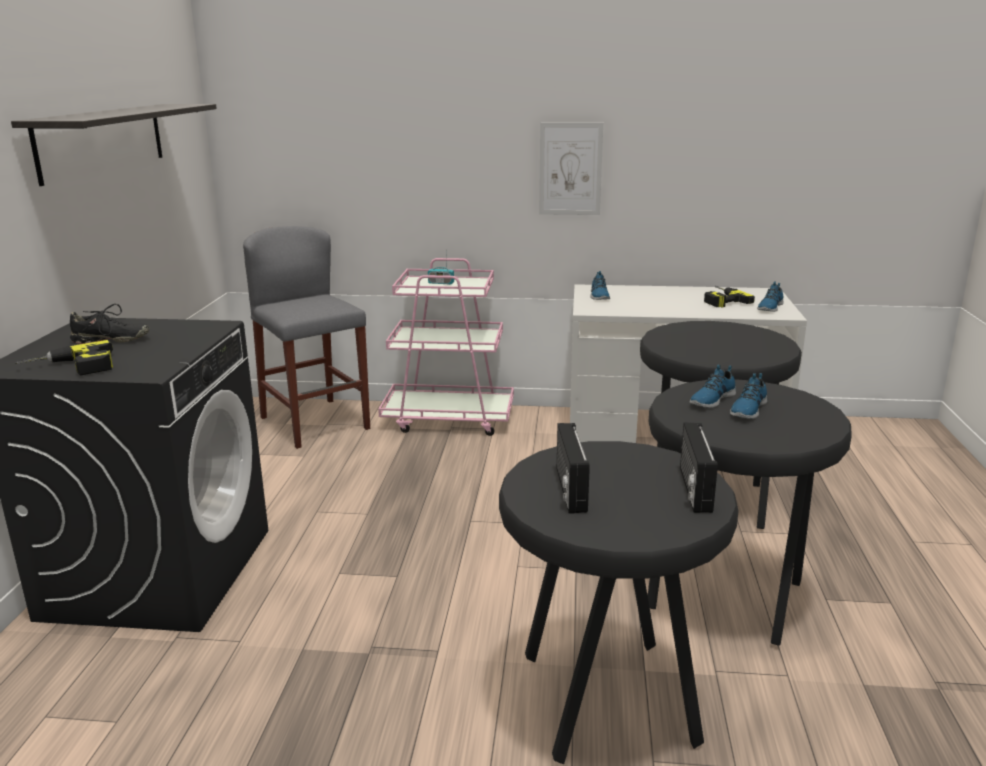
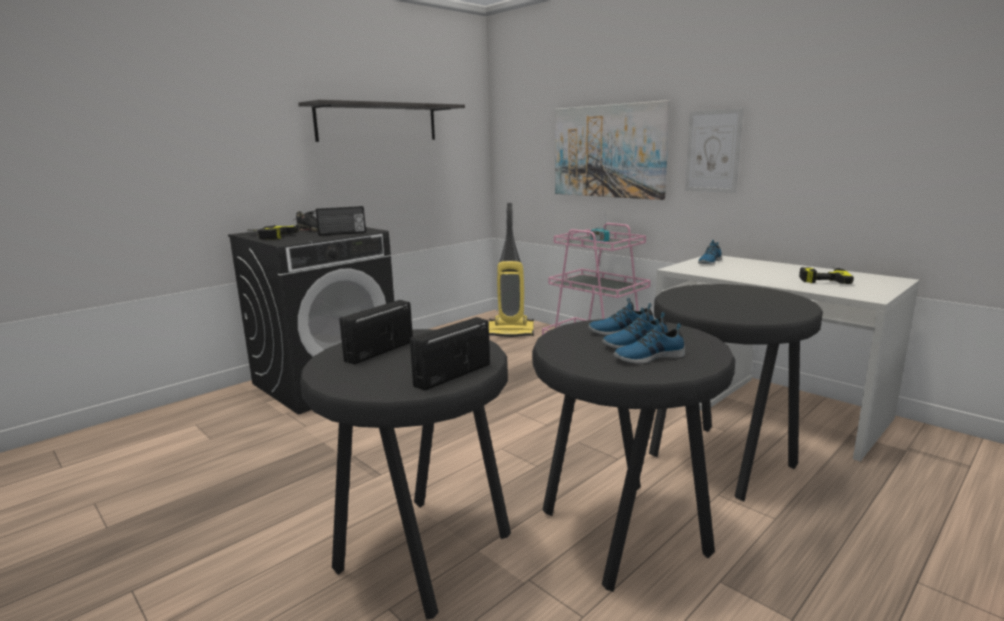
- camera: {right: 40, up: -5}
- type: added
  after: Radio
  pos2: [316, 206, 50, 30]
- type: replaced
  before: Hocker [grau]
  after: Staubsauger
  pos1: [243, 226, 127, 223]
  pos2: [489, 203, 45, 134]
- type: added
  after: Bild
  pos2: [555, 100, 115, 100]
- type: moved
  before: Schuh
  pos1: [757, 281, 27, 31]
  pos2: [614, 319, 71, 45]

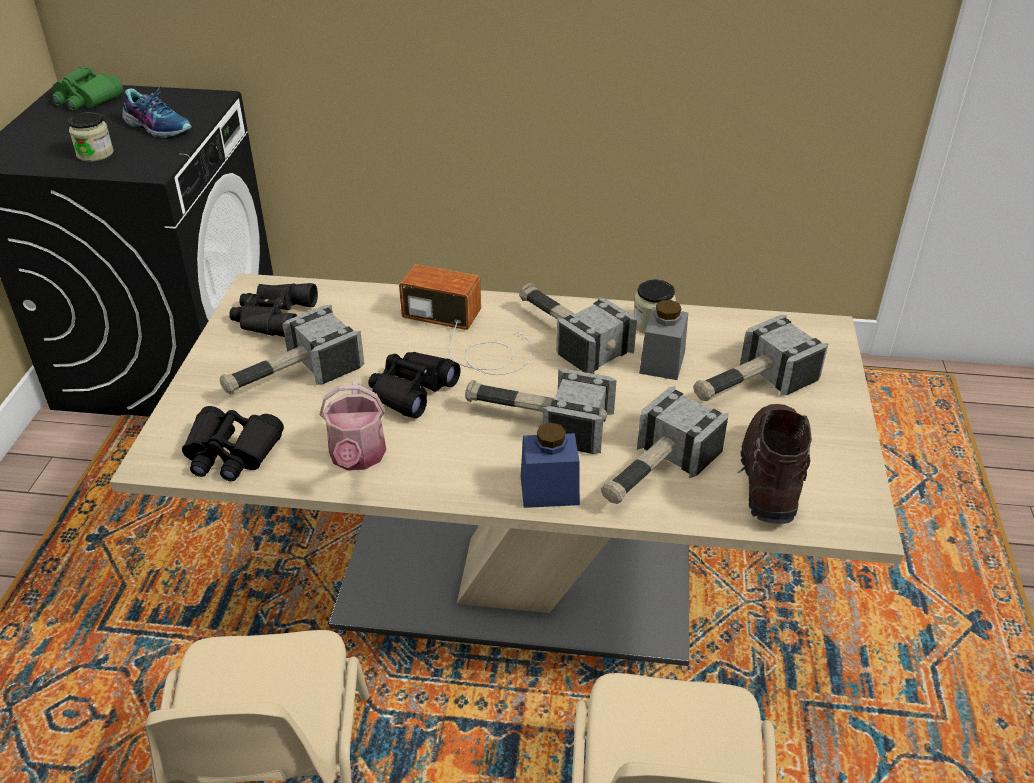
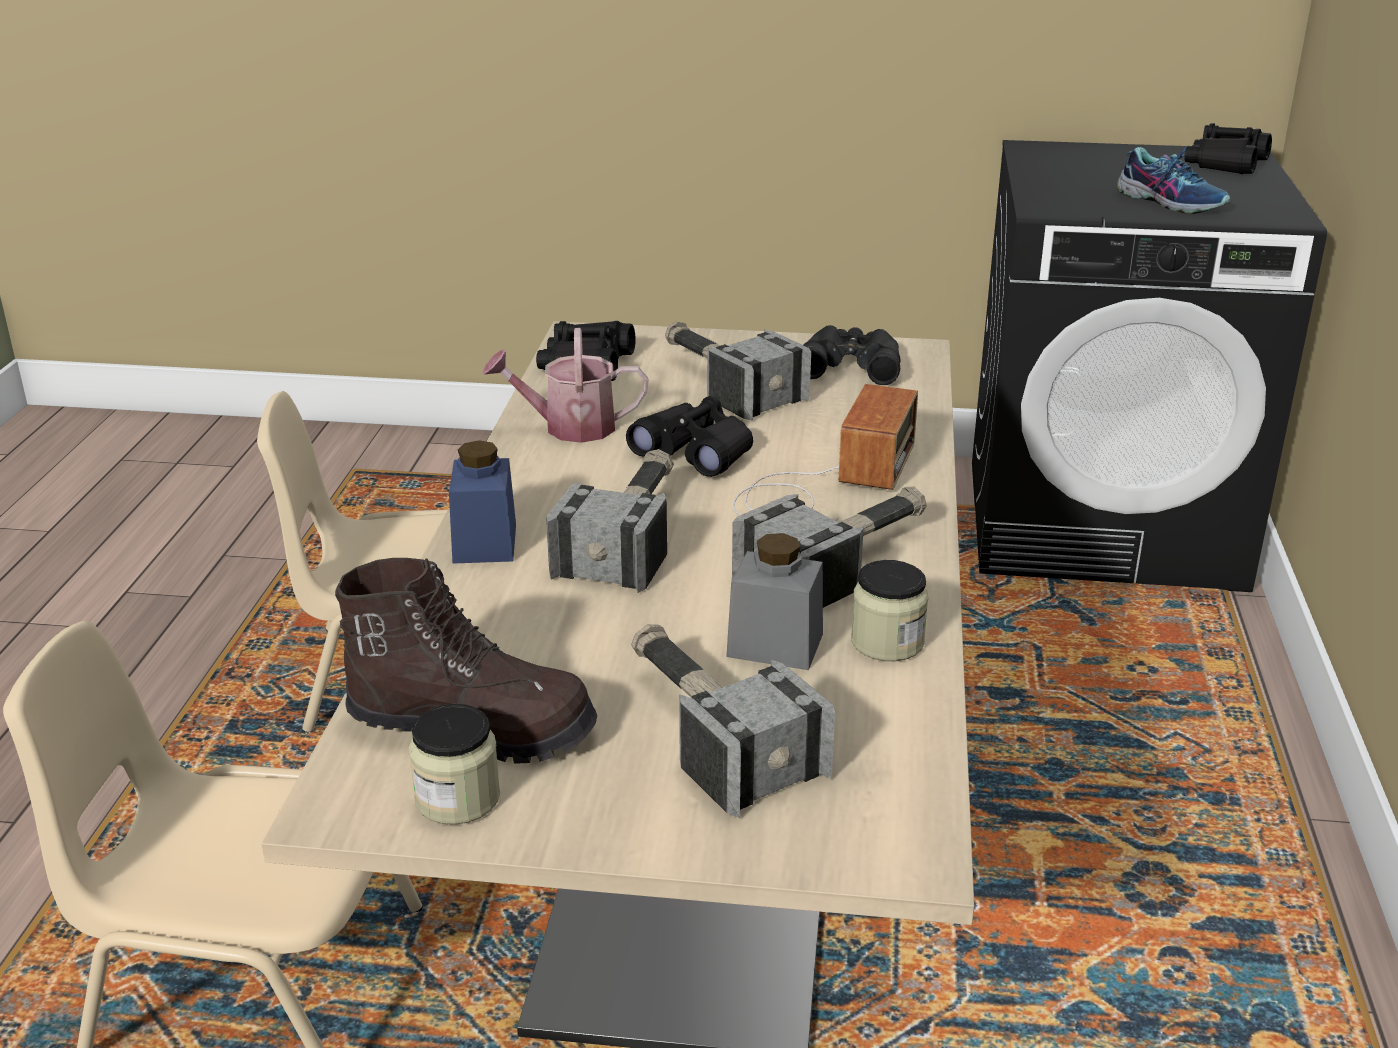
- camera: {right: 90, up: -10}
- type: moved
  before: Vorratsglas
  pos1: [68, 112, 46, 50]
  pos2: [409, 704, 91, 121]
- type: turned
  before: Schuh
  pos1: [123, 85, 69, 54]
  pos2: [1117, 146, 113, 68]
  turn: -75
- type: recoloured
  before: Fernglas [grün]
  after: Fernglas [schwarz]
  pos1: [51, 67, 73, 44]
  pos2: [1184, 123, 88, 51]
- type: removed
  before: Hammer
  pos1: [601, 386, 128, 118]

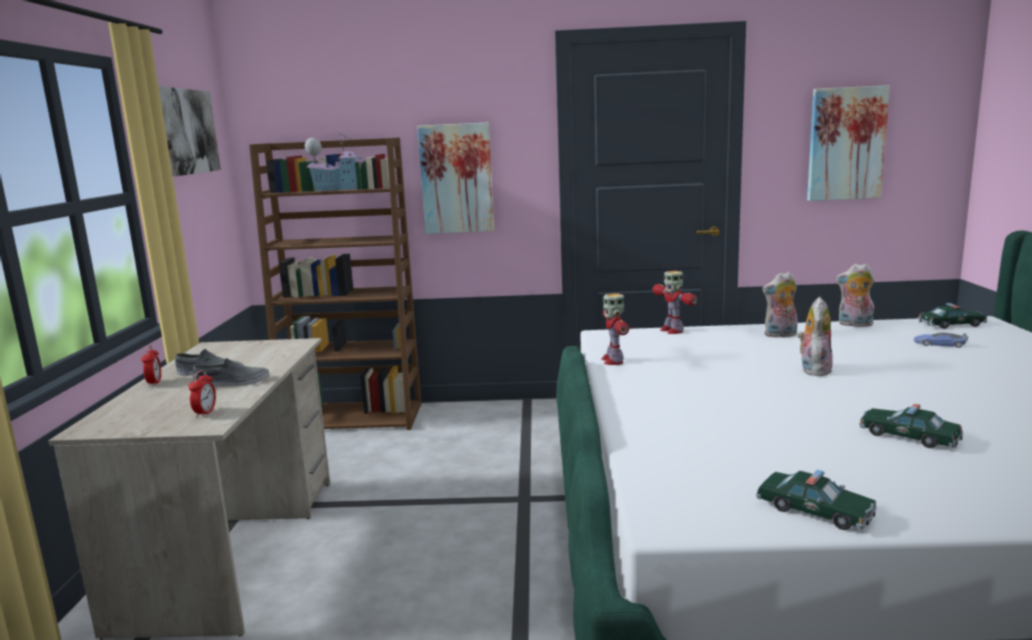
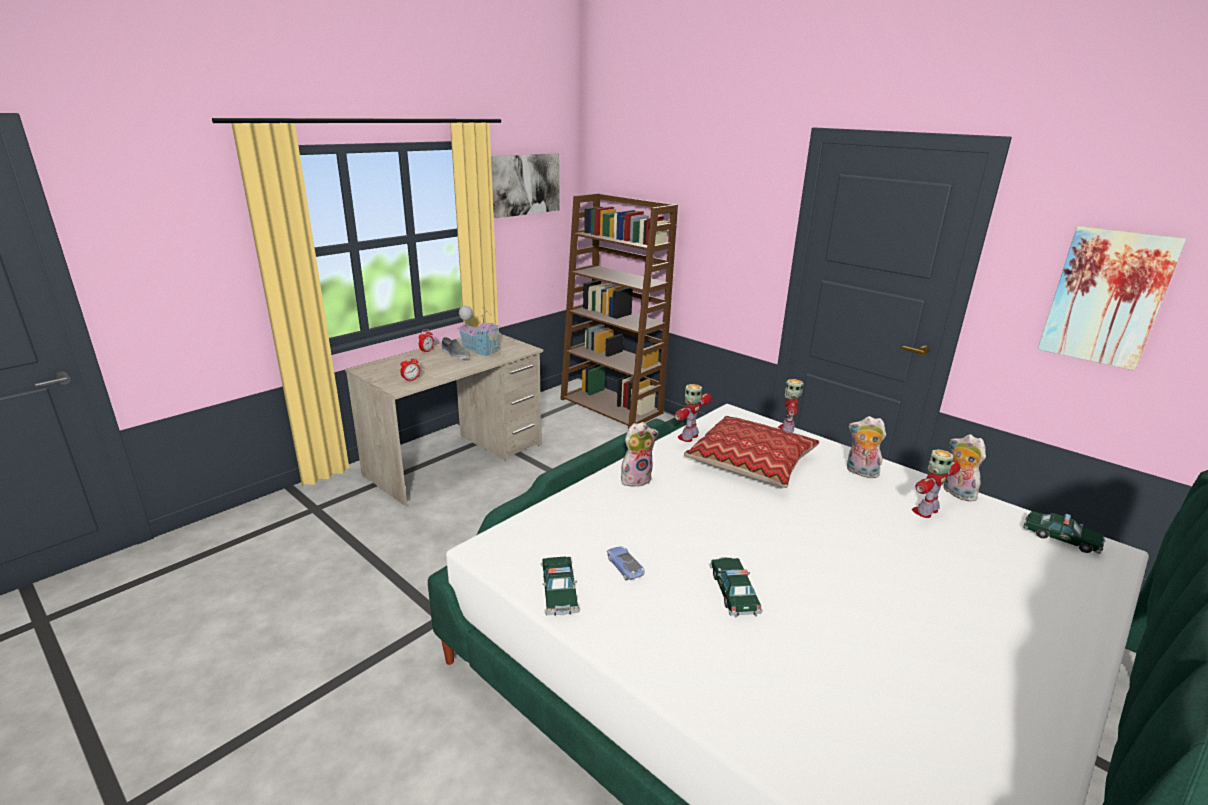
- camera: {right: 40, up: 10}
- type: moved
  before: Spielzeughaus
  pos1: [305, 133, 59, 58]
  pos2: [457, 305, 44, 51]
- type: moved
  before: Spielzeugauto
  pos1: [914, 332, 54, 16]
  pos2: [607, 546, 38, 34]
- type: moved
  before: Plüschtier
  pos1: [798, 297, 35, 79]
  pos2: [621, 422, 37, 65]
- type: added
  after: Kissen
  pos2: [684, 416, 136, 72]
- type: added
  after: Spielzeugroboter
  pos2: [912, 449, 49, 69]
- type: removed
  before: Schuh [grau]
  pos1: [193, 358, 77, 29]
- type: removed
  before: Bild
  pos1: [417, 122, 77, 112]

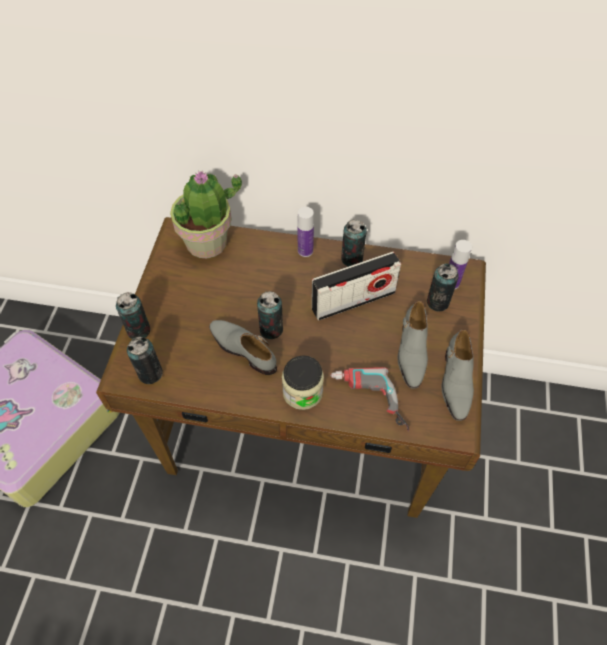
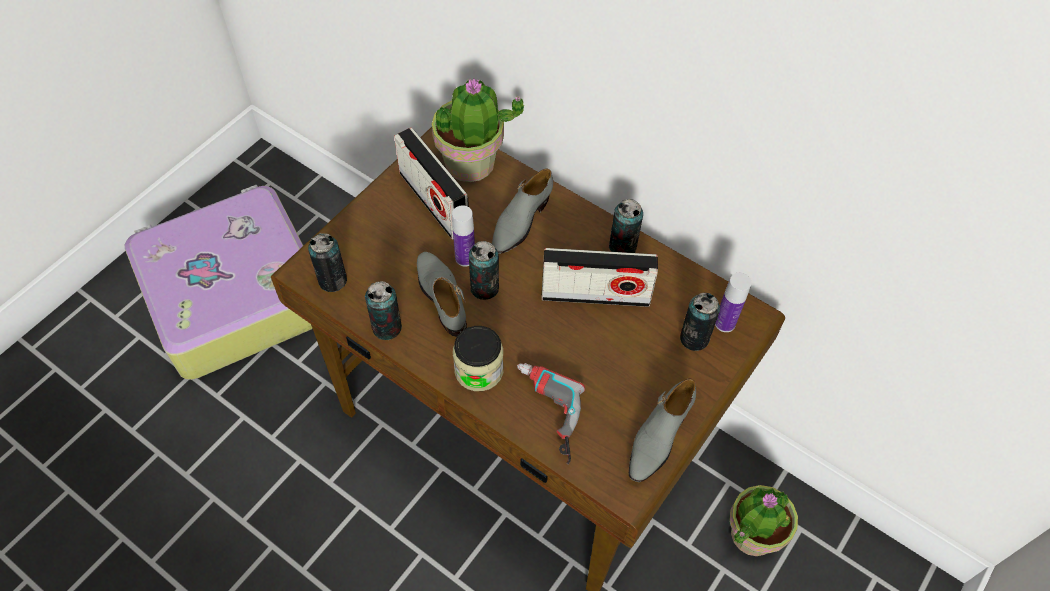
- camera: {right: 25, up: 0}
- type: moved
  before: Dose
  pos1: [116, 292, 35, 47]
  pos2: [365, 281, 37, 59]
- type: added
  after: Radio
  pos2: [394, 128, 75, 111]
- type: moved
  before: Flasche
  pos1: [297, 207, 17, 50]
  pos2: [452, 205, 23, 62]
- type: moved
  before: Schuh [grau]
  pos1: [397, 301, 31, 88]
  pos2: [492, 169, 61, 85]
- type: added
  after: Topfpflanze
  pos2: [729, 485, 69, 71]

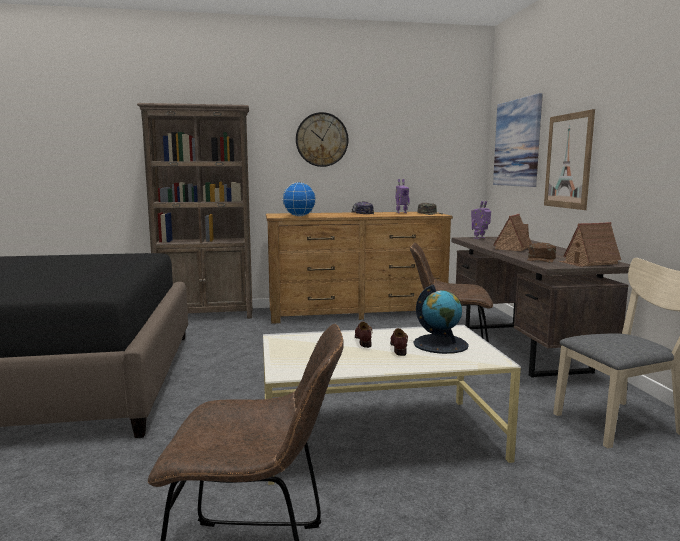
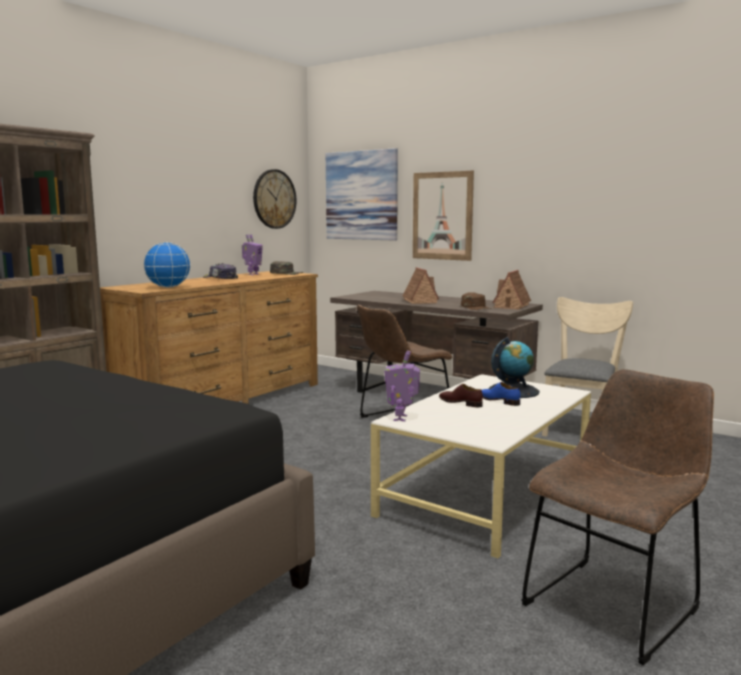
- camera: {right: -45, up: 0}
- type: moved
  before: Wanduhr
  pos1: [296, 112, 52, 55]
  pos2: [253, 169, 44, 60]
- type: moved
  before: Spielzeugroboter
  pos1: [471, 201, 20, 38]
  pos2: [384, 351, 36, 70]
- type: recoloured
  before: Schuh [braun]
  after: Schuh [blau]
  pos1: [390, 328, 18, 28]
  pos2: [482, 382, 39, 24]

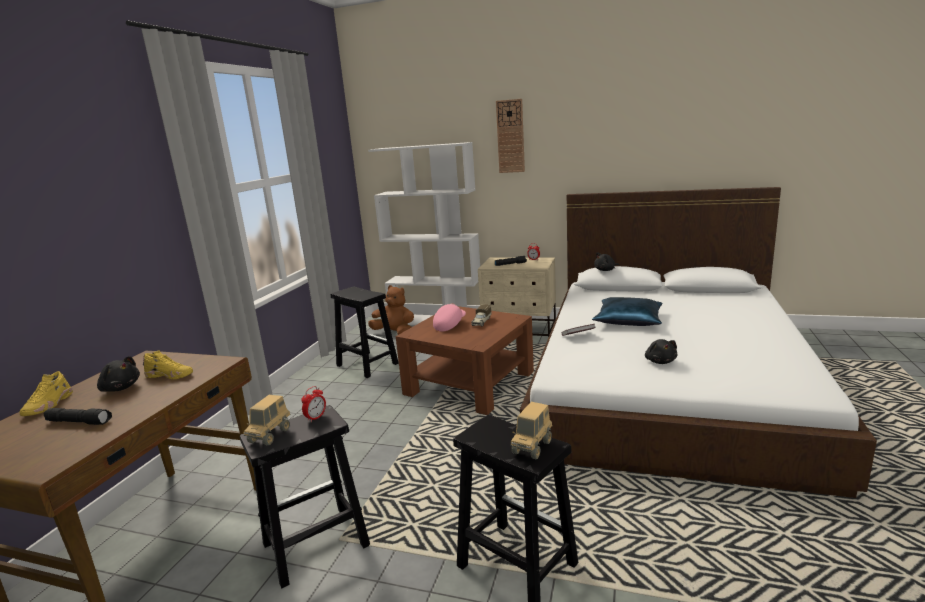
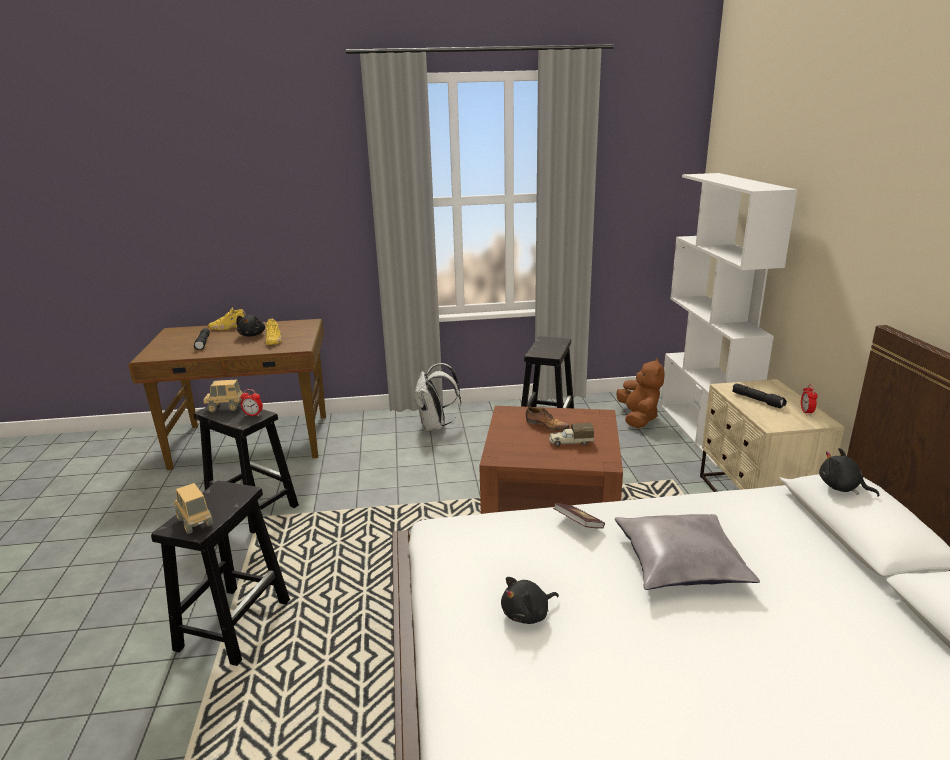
- camera: {right: 65, up: 5}
- type: turned
  before: Spielzeuglaster
  pos1: [510, 402, 43, 57]
  pos2: [173, 483, 40, 51]
  turn: 45
- type: added
  after: Rucksack [weiß]
  pos2: [415, 363, 46, 68]
- type: replaced
  before: Kappe [rosa]
  after: Schuh
  pos1: [433, 303, 33, 28]
  pos2: [526, 407, 44, 24]
- type: recoloured
  before: Kissen [blau]
  after: Kissen [grau]
  pos1: [592, 297, 70, 29]
  pos2: [615, 514, 145, 76]
- type: removed
  before: Wanduhr
  pos1: [496, 99, 29, 74]

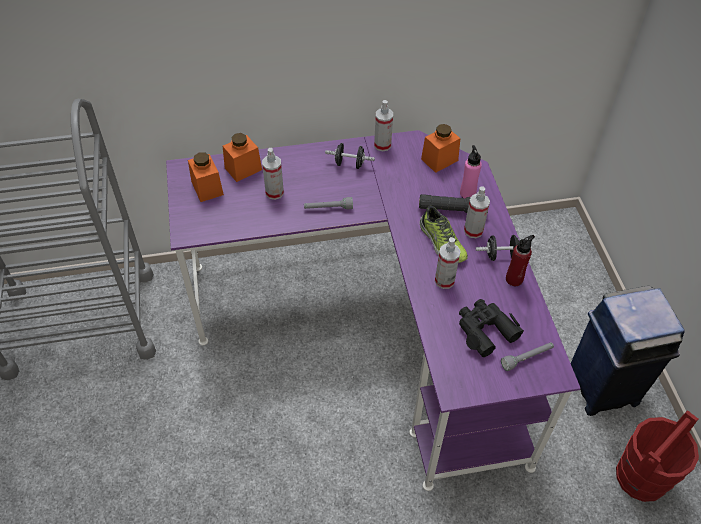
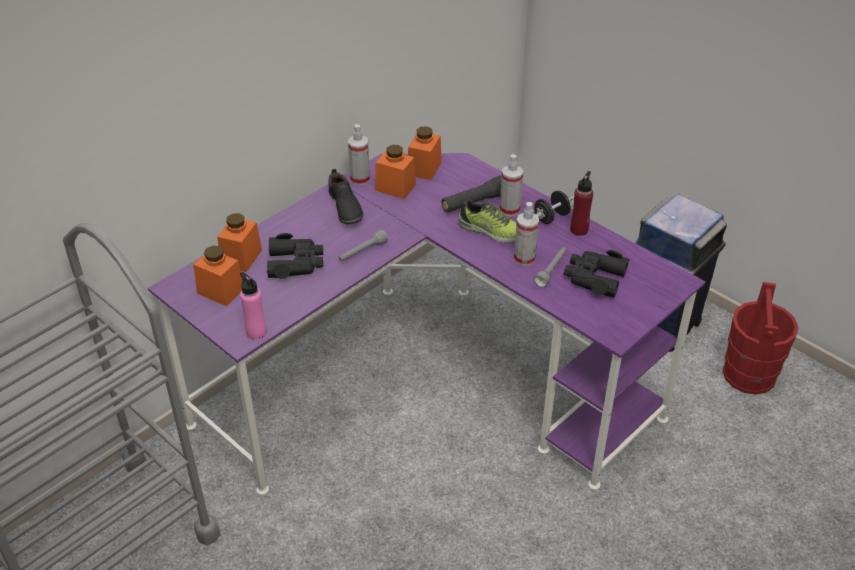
- camera: {right: -35, up: -10}
- type: moved
  before: Flasche [rosa]
  pos1: [460, 145, 22, 53]
  pos2: [240, 272, 27, 68]
- type: replaced
  before: Sprühflasche
  after: Fernglas [schwarz]
  pos1: [262, 148, 22, 52]
  pos2: [267, 233, 56, 46]
- type: replaced
  before: Hantel [schwarz]
  after: Schuh [schwarz]
  pos1: [325, 143, 50, 26]
  pos2: [328, 169, 36, 55]
- type: added
  after: Vorratsglas [orange]
  pos2: [375, 145, 41, 54]
- type: moved
  before: Taschenlampe [grau]
  pos1: [501, 342, 53, 29]
  pos2: [534, 247, 33, 40]

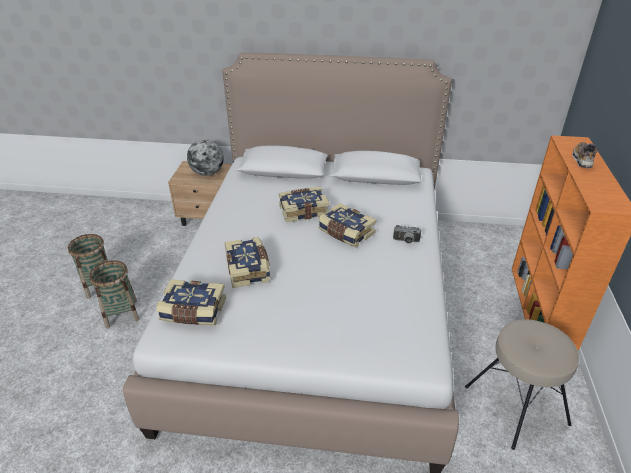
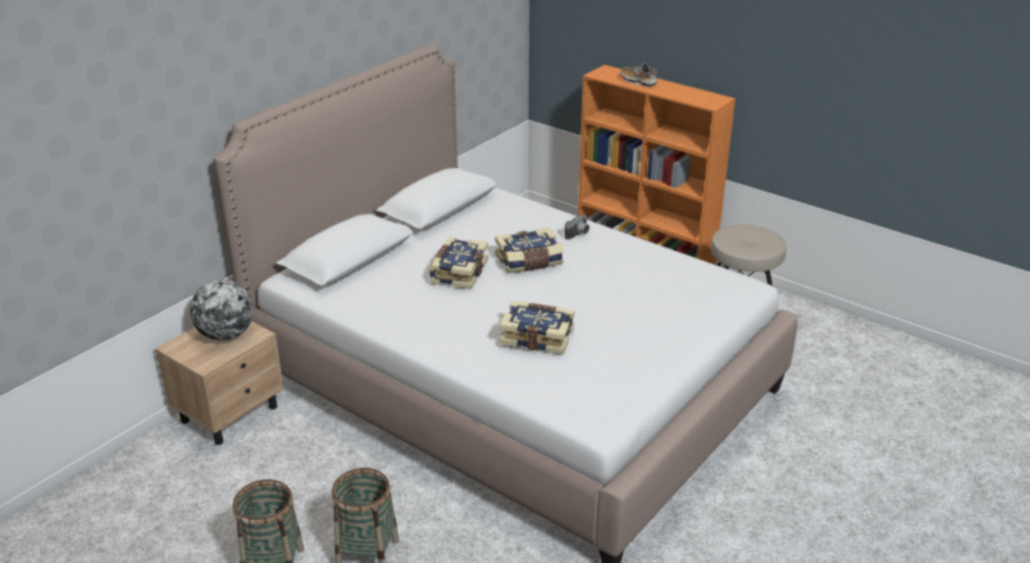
- camera: {right: -60, up: -5}
- type: removed
  before: Buch
  pos1: [157, 279, 69, 46]

